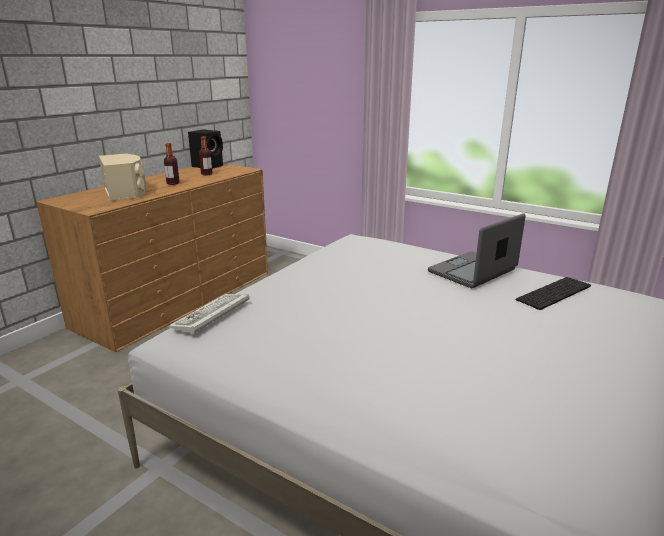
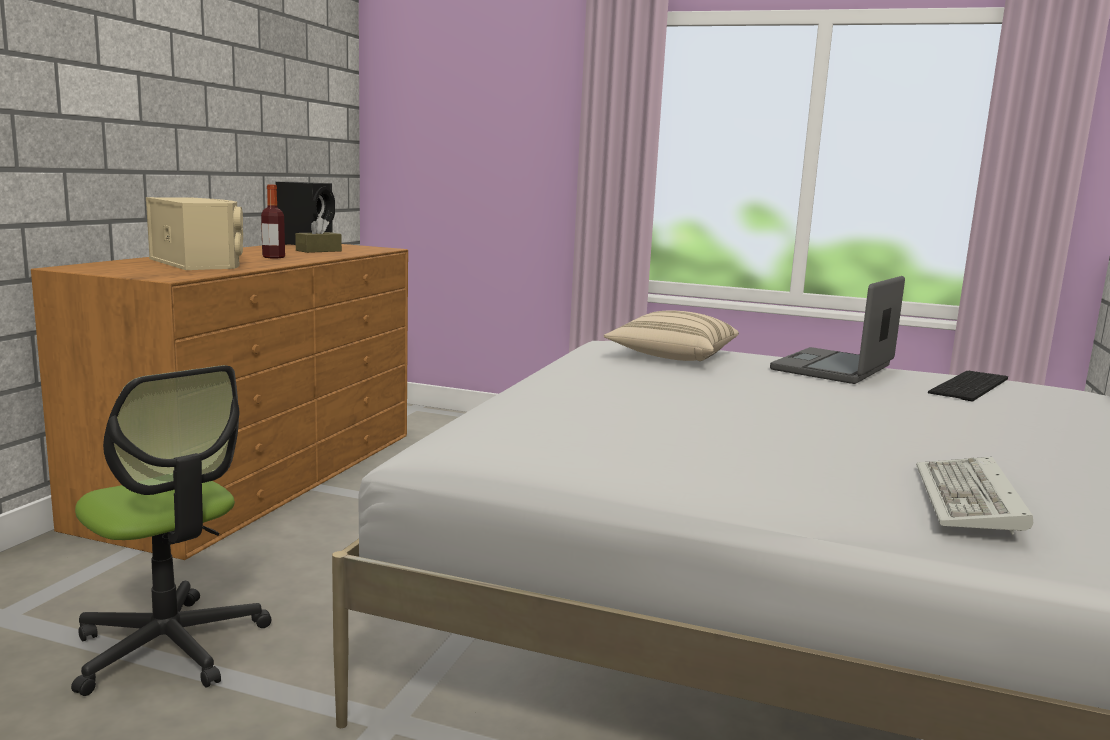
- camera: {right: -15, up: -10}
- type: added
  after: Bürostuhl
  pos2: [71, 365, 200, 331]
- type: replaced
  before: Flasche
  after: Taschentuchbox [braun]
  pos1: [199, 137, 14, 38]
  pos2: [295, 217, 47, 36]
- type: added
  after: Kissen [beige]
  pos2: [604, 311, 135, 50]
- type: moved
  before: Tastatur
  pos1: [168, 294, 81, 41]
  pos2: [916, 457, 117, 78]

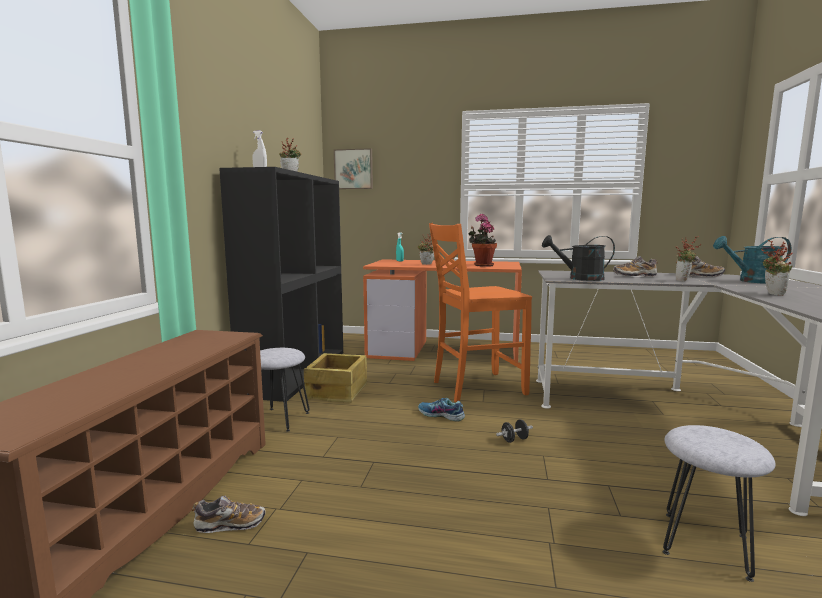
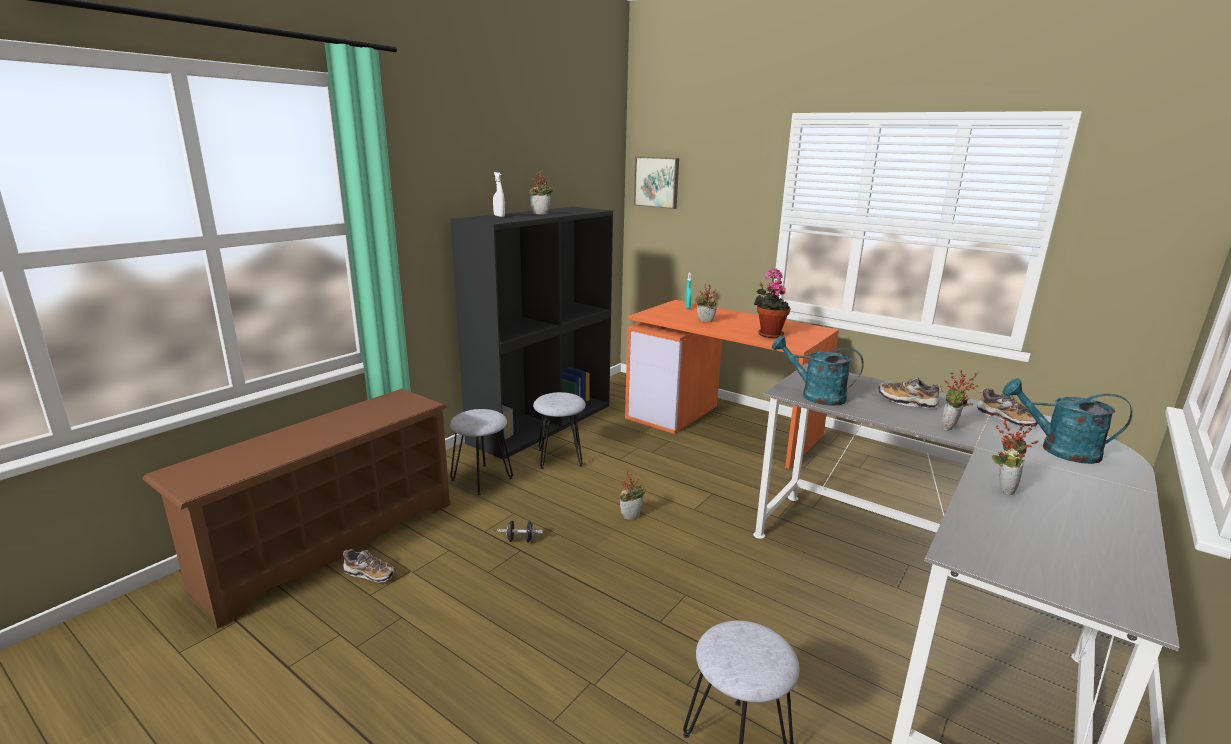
- camera: {right: 25, up: 10}
- type: moved
  before: Hantel [schwarz]
  pos1: [496, 419, 37, 24]
  pos2: [498, 521, 45, 21]
- type: replaced
  before: Kiste
  after: Hocker [grau]
  pos1: [304, 353, 63, 50]
  pos2: [533, 392, 53, 77]
- type: replaced
  before: Schuh
  after: Topfpflanze
  pos1: [418, 398, 47, 23]
  pos2: [619, 469, 27, 51]
- type: recoloured
  before: Gießkanne [schwarz]
  after: Gießkanne [türkis]
  pos1: [542, 235, 73, 46]
  pos2: [772, 335, 92, 71]
- type: removed
  before: Stuhl [orange]
  pos1: [429, 223, 103, 179]

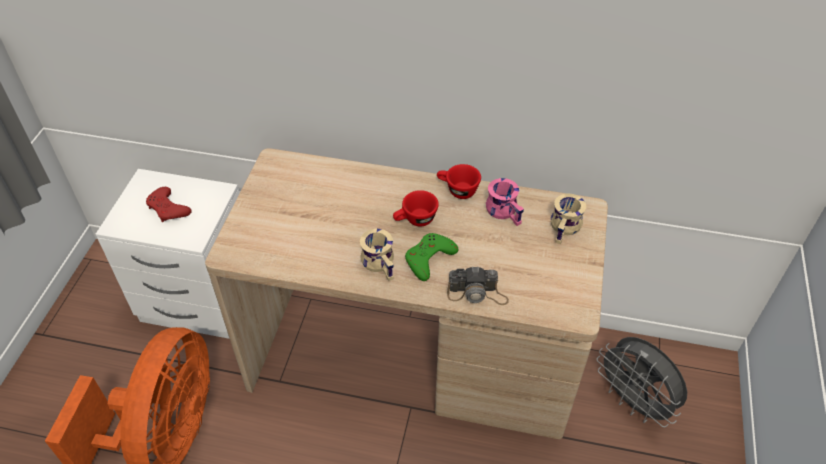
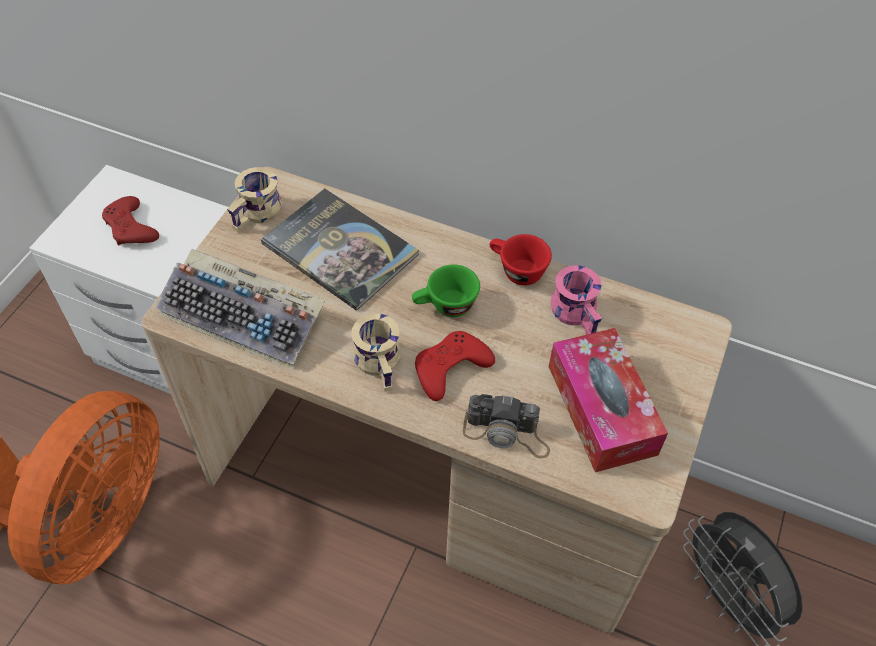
- camera: {right: 10, up: 5}
- type: added
  after: Tastatur
  pos2: [154, 249, 171, 121]
- type: moved
  before: Henkelbecher [beige]
  pos1: [551, 194, 35, 50]
  pos2: [227, 167, 55, 66]
- type: added
  after: Buch
  pos2: [261, 189, 158, 122]
- type: recoloured
  before: Tasse [rot]
  after: Tasse [grün]
  pos1: [393, 190, 46, 37]
  pos2: [412, 264, 68, 53]
- type: recoloured
  before: Gamepad [grün]
  after: Gamepad [rot]
  pos1: [405, 233, 54, 48]
  pos2: [415, 331, 80, 70]
- type: added
  after: Taschentuchbox
  pos2: [549, 328, 119, 144]

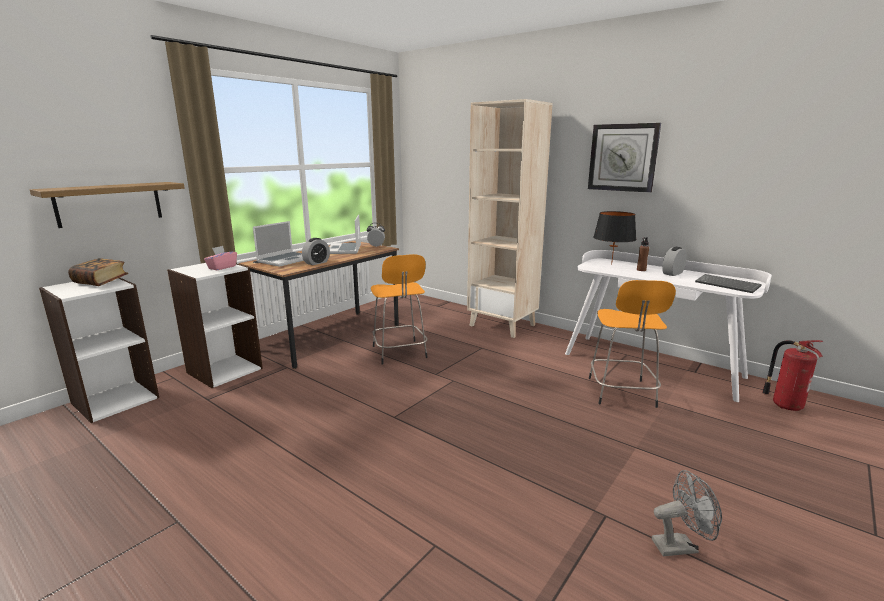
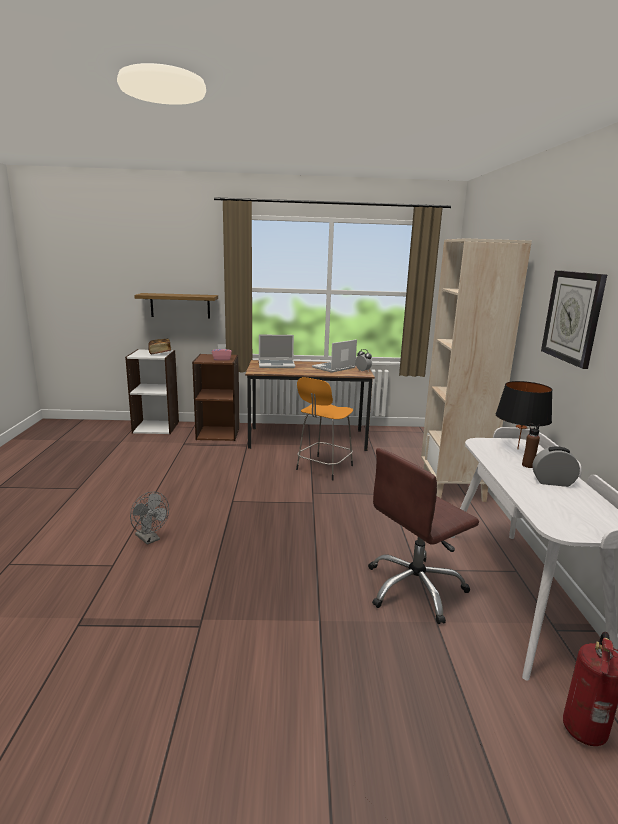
- camera: {right: 50, up: 0}
- type: moved
  before: Ventilator [grau]
  pos1: [652, 470, 70, 86]
  pos2: [130, 492, 39, 53]
- type: recoloured
  before: Bücherregal [weiß]
  after: Bücherregal [braun]
  pos1: [167, 263, 96, 125]
  pos2: [192, 354, 47, 87]
- type: replaced
  before: Hocker [orange]
  after: Bürostuhl [braun]
  pos1: [589, 280, 87, 128]
  pos2: [368, 448, 111, 176]
- type: removed
  before: Wecker
  pos1: [302, 238, 28, 27]
- type: removed
  before: Tastatur
  pos1: [695, 274, 67, 19]

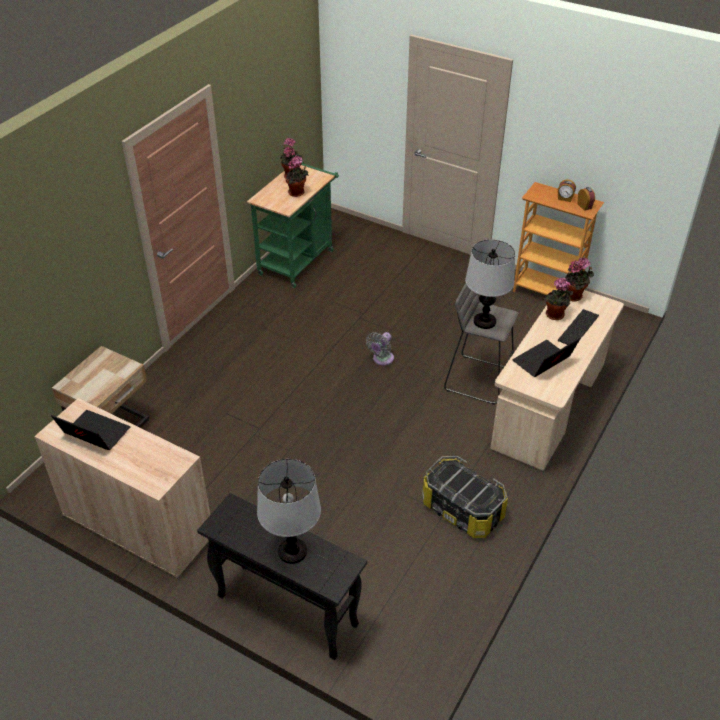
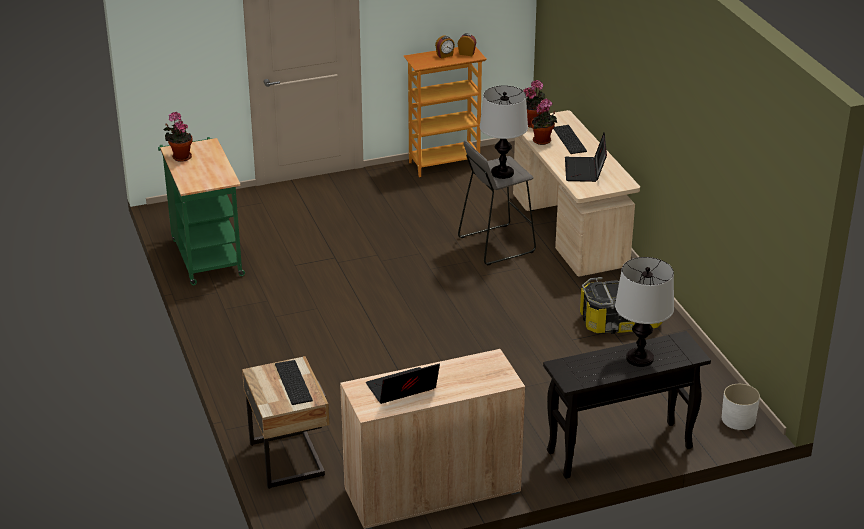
- camera: {right: -50, up: -10}
- type: added
  after: Tastatur
  pos2: [275, 360, 38, 45]
- type: added
  after: Pflanzkübel [weiß]
  pos2: [722, 384, 38, 46]
- type: removed
  before: Topfpflanze
  pos1: [285, 156, 23, 41]
- type: removed
  before: Ventilator [grau]
  pos1: [366, 332, 28, 34]

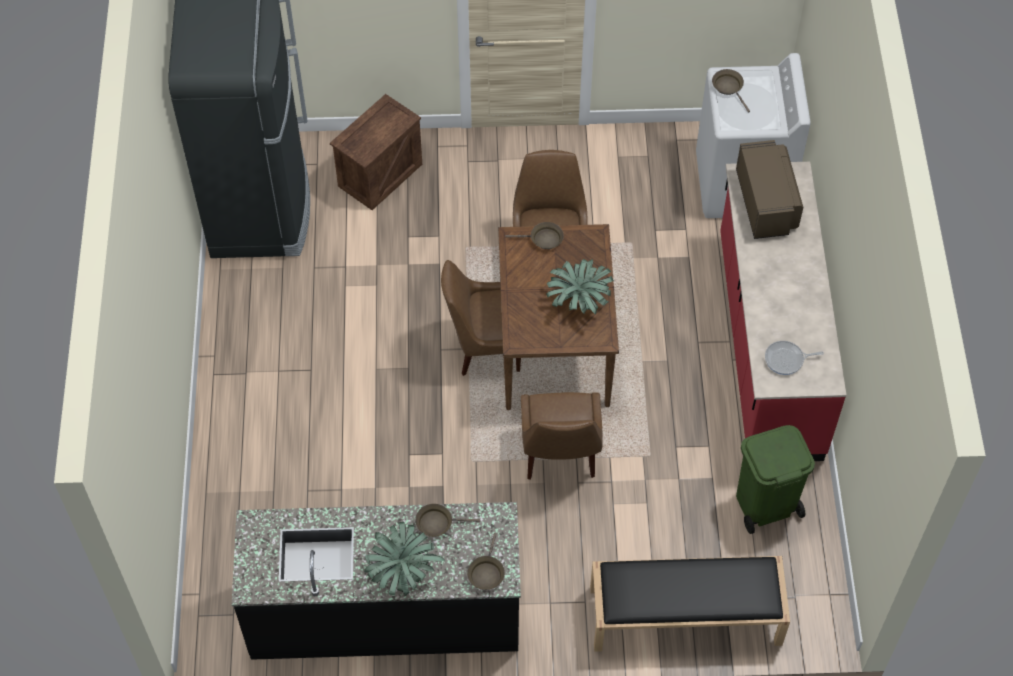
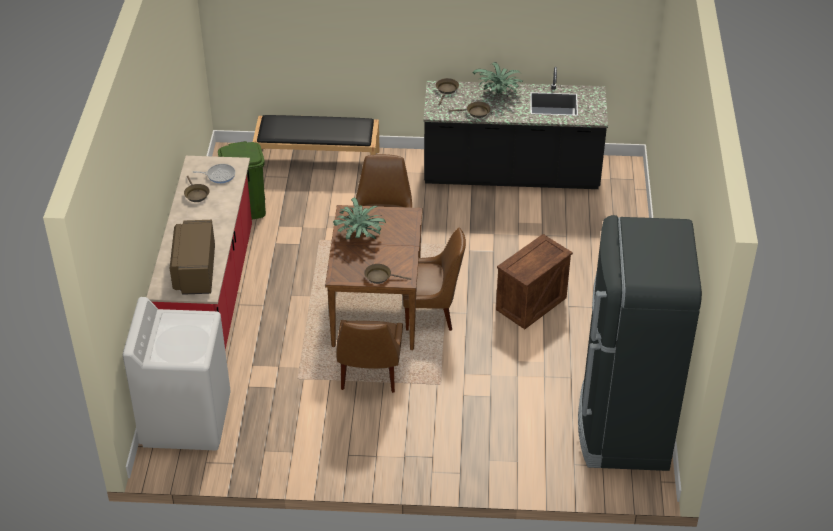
- camera: {right: -175, up: -15}
- type: moved
  before: Pfanne [braun]
  pos1: [712, 69, 38, 44]
  pos2: [184, 176, 26, 26]
- type: moved
  before: Kiste
  pos1: [330, 94, 92, 116]
  pos2: [496, 234, 77, 95]

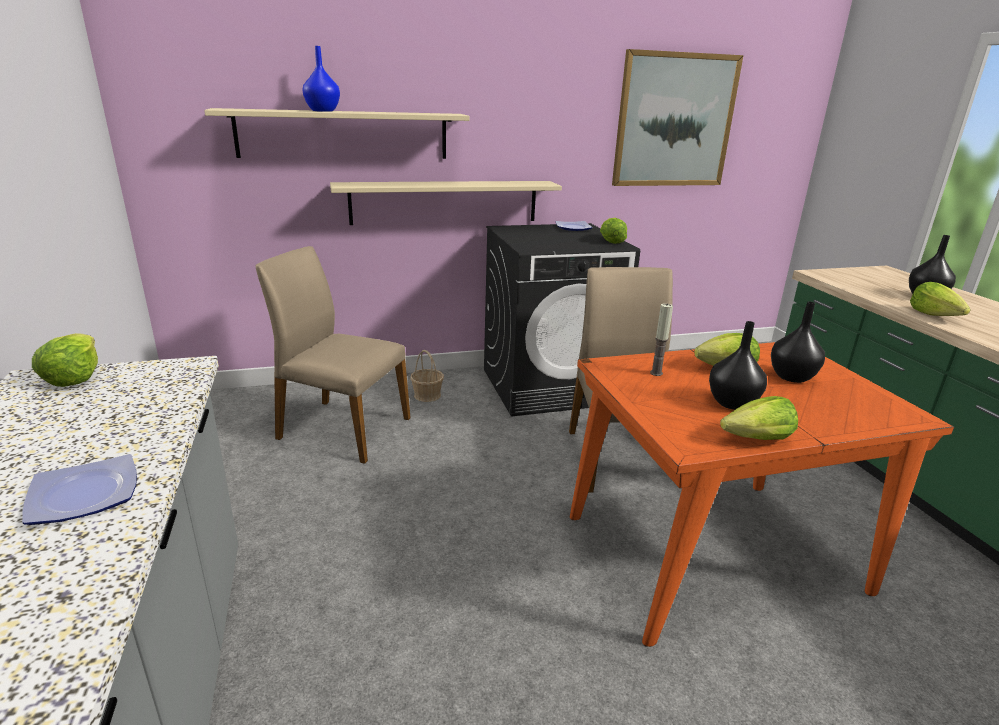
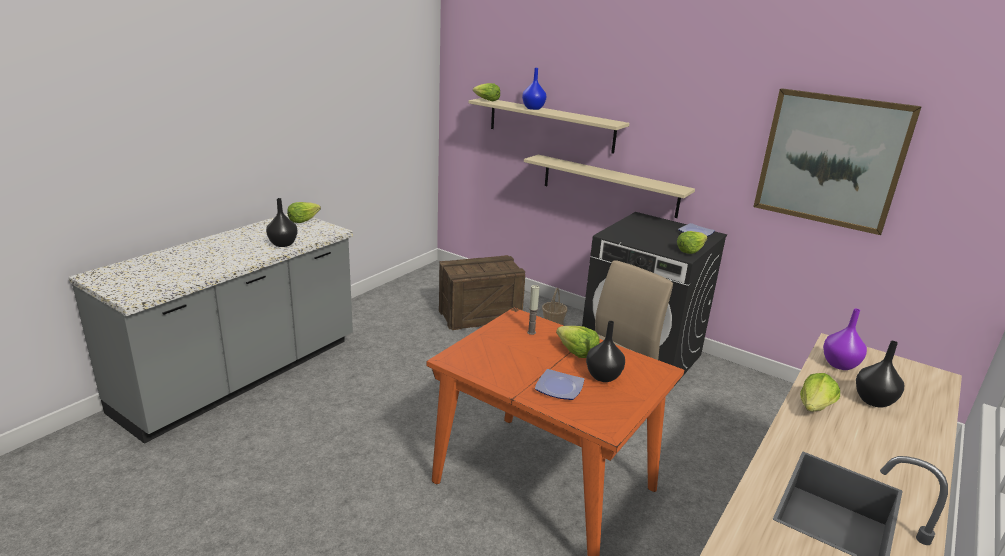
- camera: {right: 50, up: 0}
- type: moved
  before: Vase [schwarz]
  pos1: [709, 321, 58, 89]
  pos2: [266, 198, 32, 49]
- type: replaced
  before: Stuhl [beige]
  after: Kiste
  pos1: [256, 246, 155, 218]
  pos2: [439, 255, 86, 75]
- type: moved
  before: Salatkopf
  pos1: [720, 396, 78, 44]
  pos2: [473, 83, 27, 18]
- type: moved
  before: Teller
  pos1: [22, 454, 115, 71]
  pos2: [535, 369, 49, 31]
- type: added
  after: Vase [lila]
  pos2: [823, 308, 44, 62]

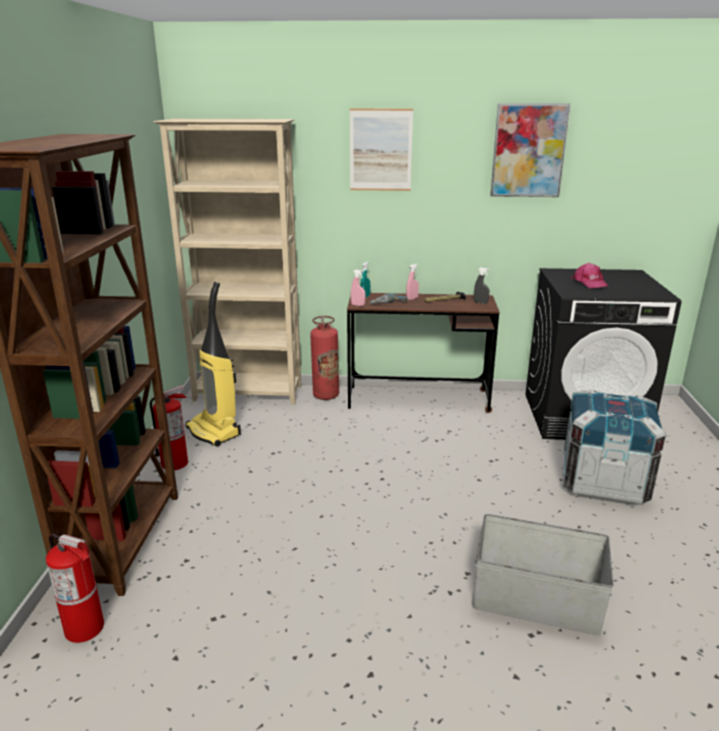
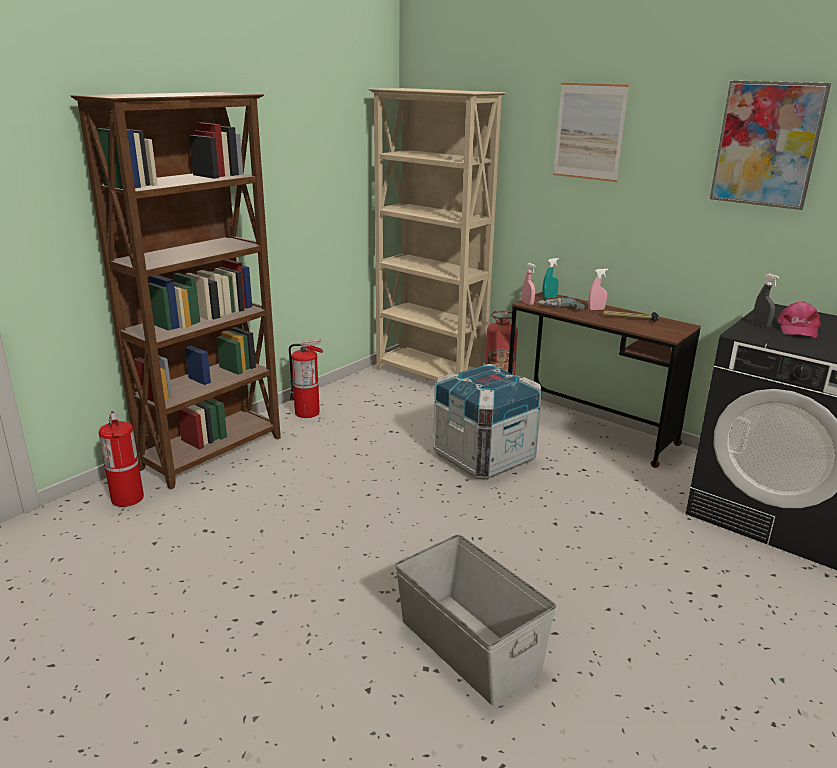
- camera: {right: 35, up: 0}
- type: moved
  before: Kiste
  pos1: [563, 390, 103, 116]
  pos2: [433, 364, 109, 115]
- type: moved
  before: Sprühflasche [grau]
  pos1: [474, 267, 15, 37]
  pos2: [752, 273, 28, 55]
- type: removed
  before: Staubsauger
  pos1: [185, 282, 56, 165]

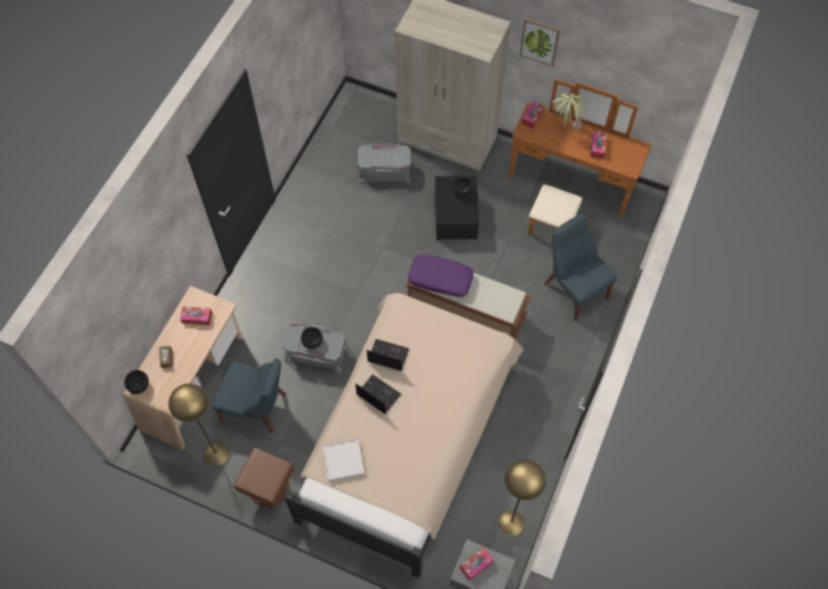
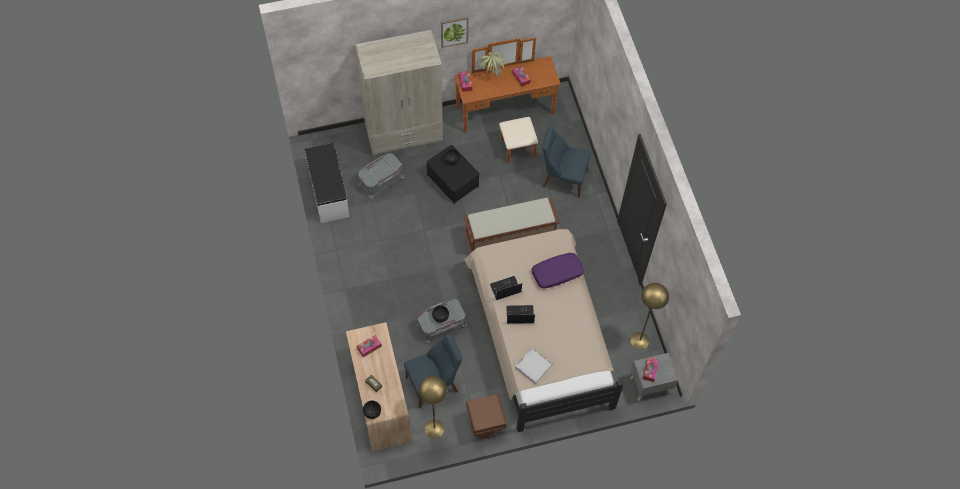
- camera: {right: -40, up: 0}
- type: added
  after: Bank [weiß]
  pos2: [305, 143, 45, 80]
- type: moved
  before: Kissen [lila]
  pos1: [408, 255, 65, 42]
  pos2: [532, 253, 52, 35]

